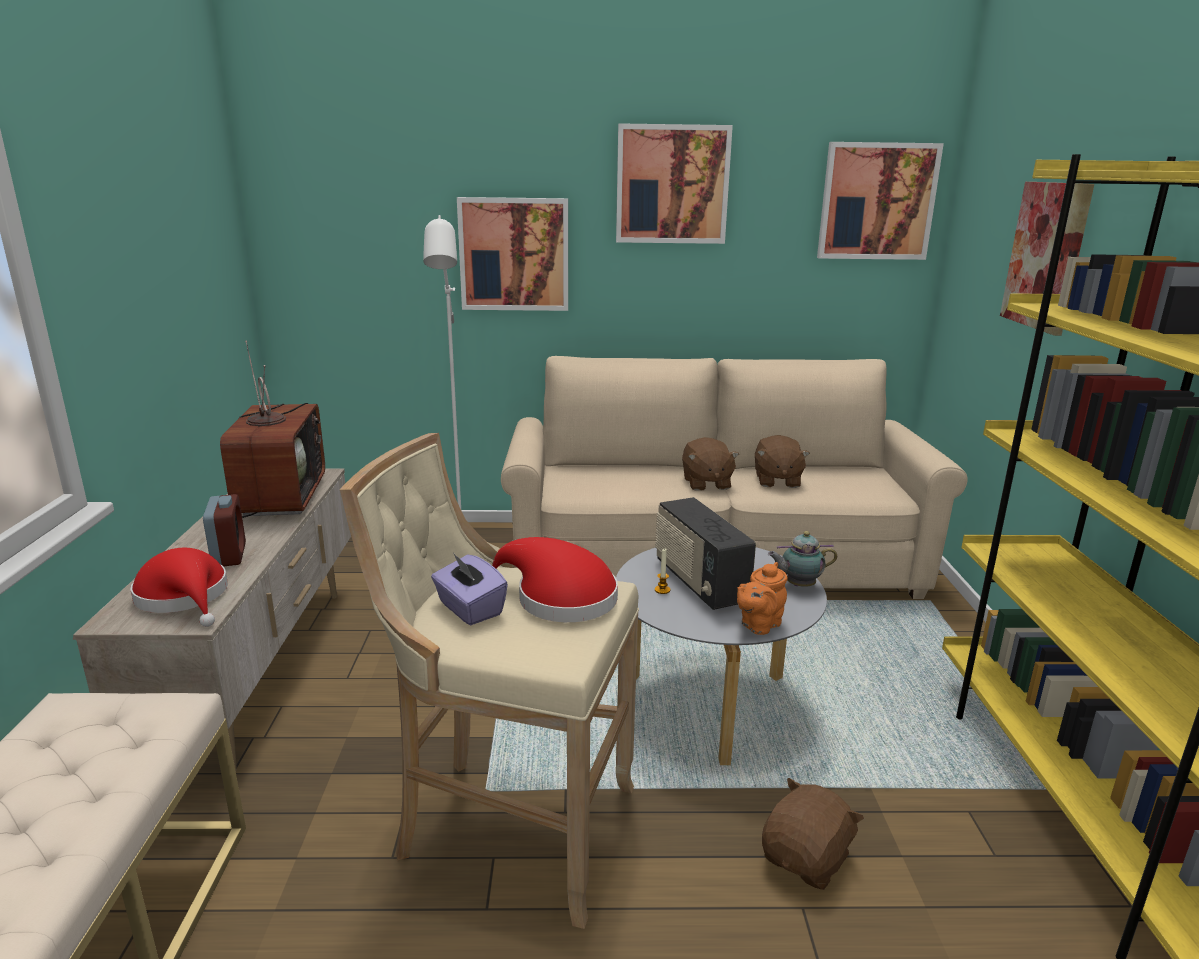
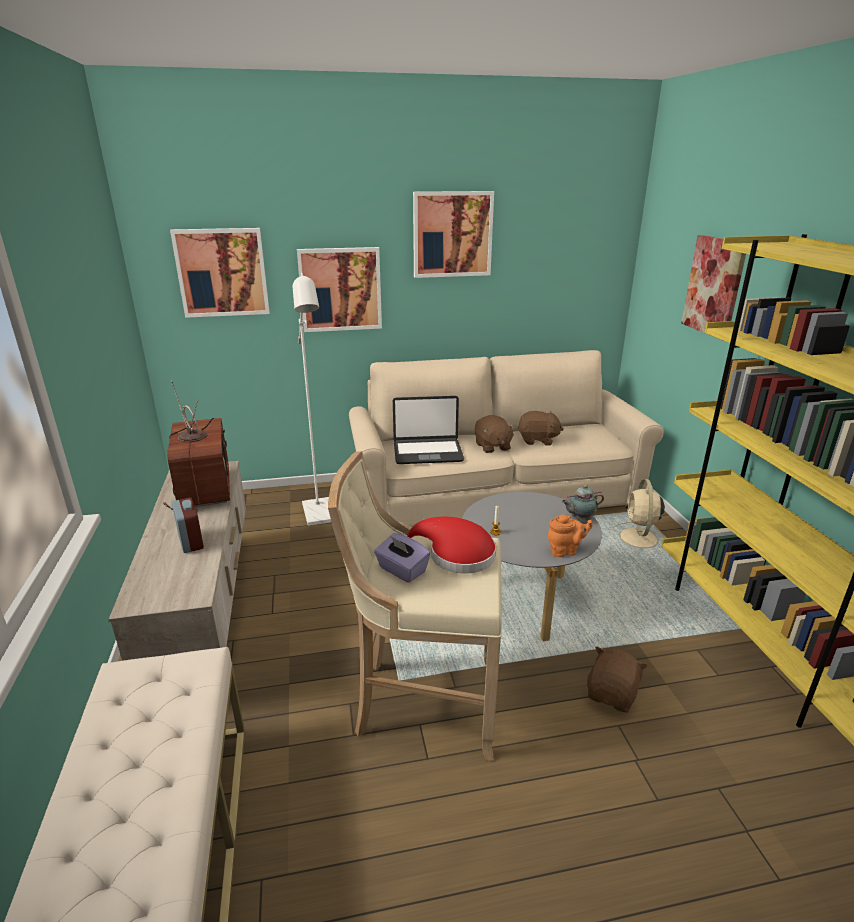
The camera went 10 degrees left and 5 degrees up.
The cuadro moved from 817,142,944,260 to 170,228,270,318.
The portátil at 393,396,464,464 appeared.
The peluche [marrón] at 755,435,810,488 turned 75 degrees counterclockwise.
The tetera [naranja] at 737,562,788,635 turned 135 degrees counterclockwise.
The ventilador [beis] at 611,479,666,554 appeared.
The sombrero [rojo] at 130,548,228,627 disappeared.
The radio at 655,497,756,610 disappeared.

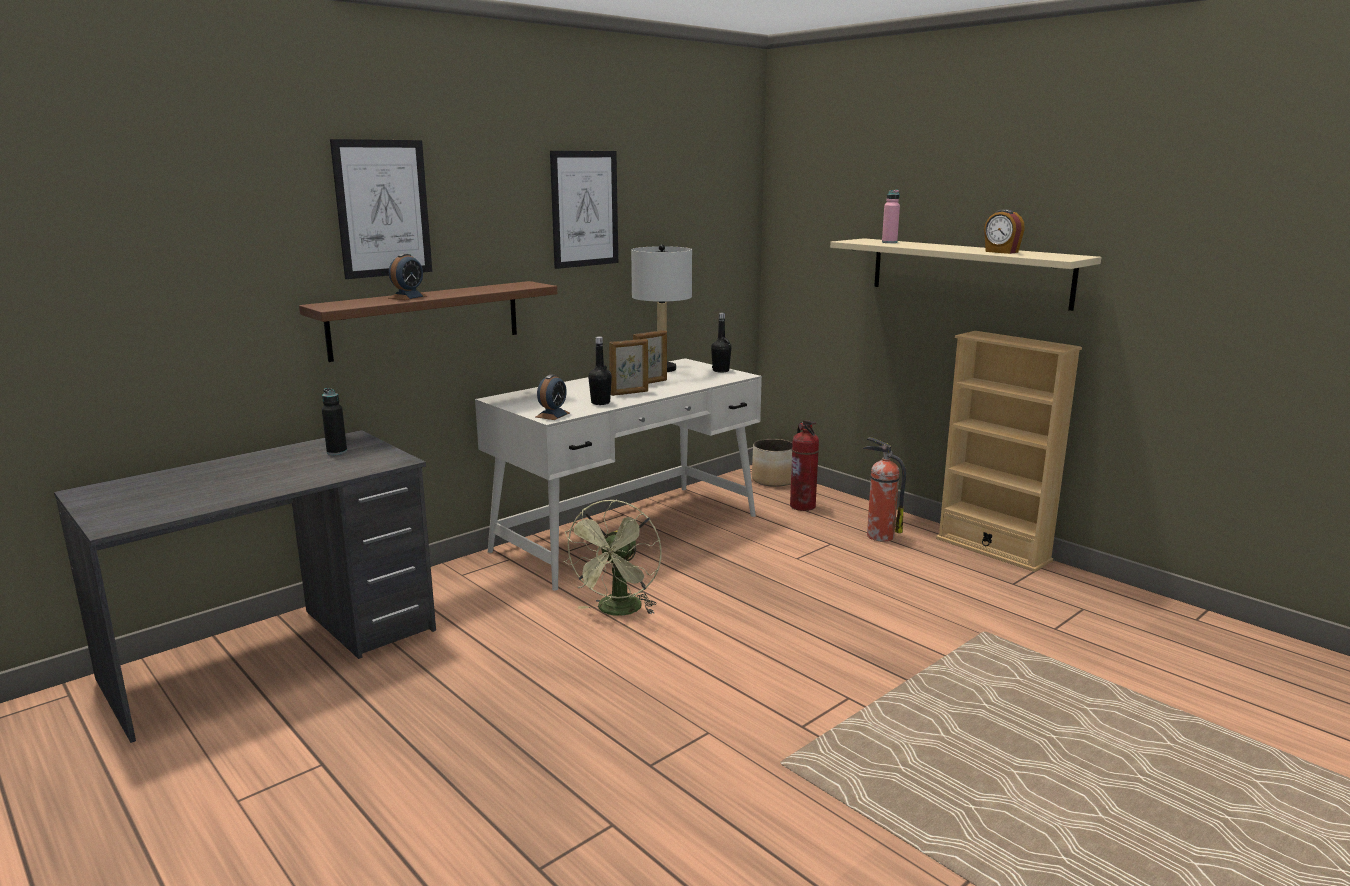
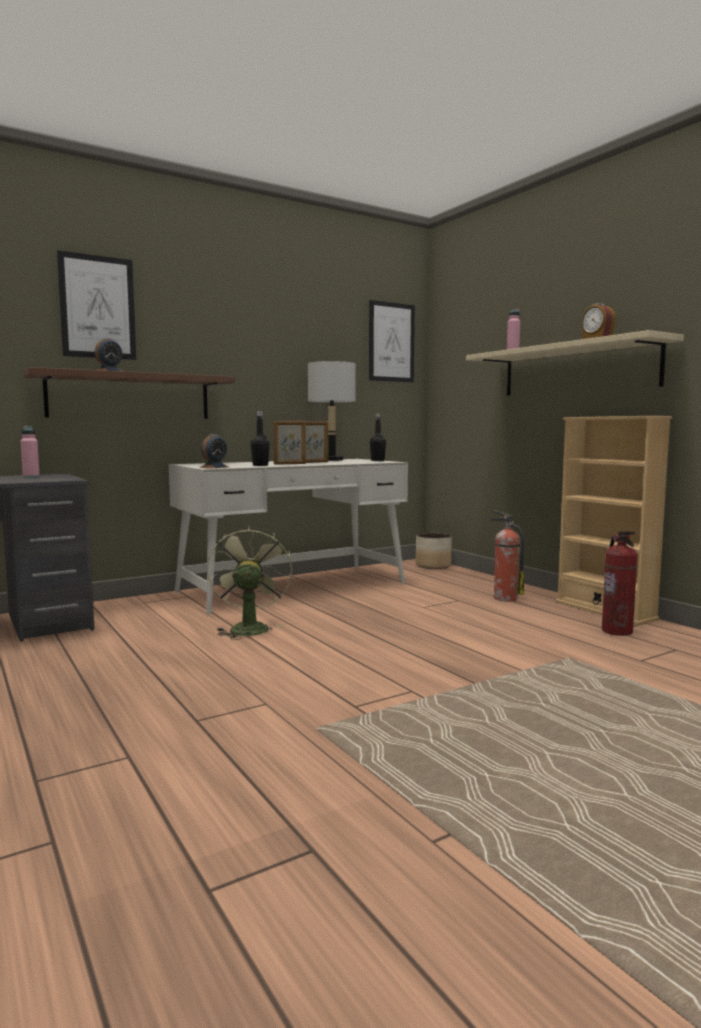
The camera went 10 degrees right and 10 degrees down.
The botella [negro] at 322,388,347,455 became the botella [rosa] at 21,426,40,478.
The ventilador [verde] at 563,499,661,616 turned 150 degrees clockwise.
The cuadro moved from 550,151,618,269 to 369,300,415,382.
The extintor moved from 790,420,819,511 to 602,532,637,636.

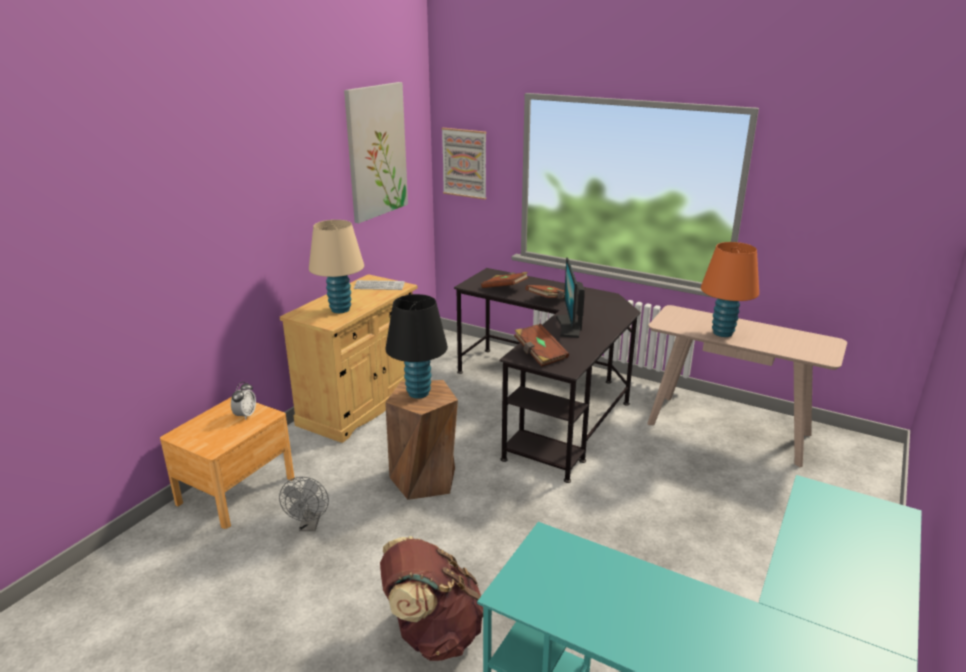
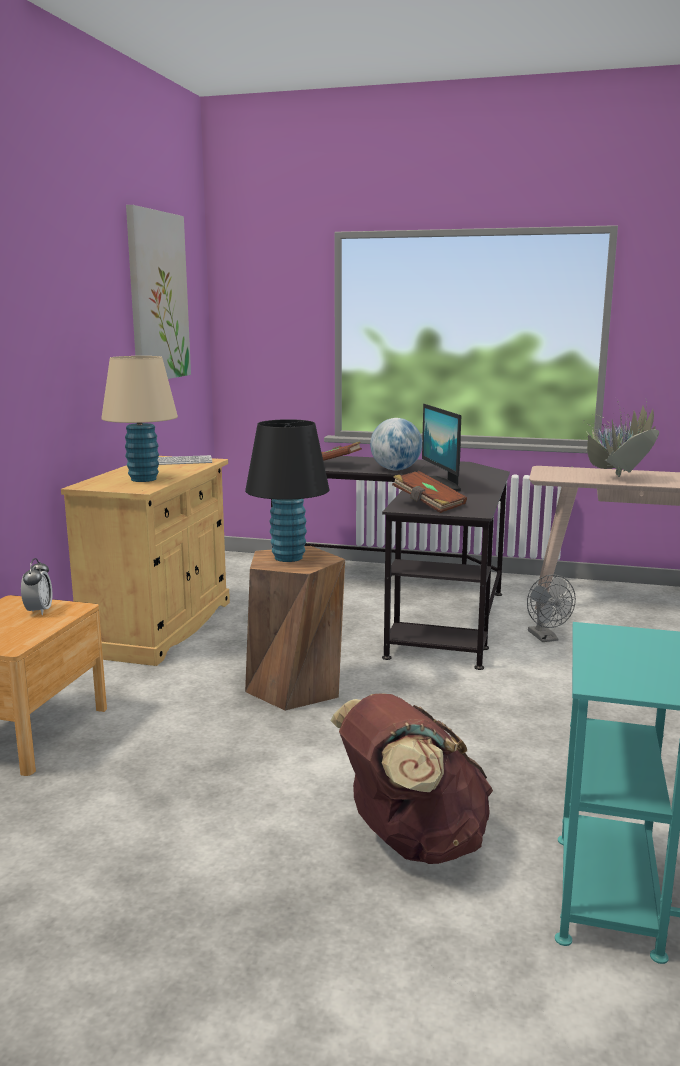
The camera went 15 degrees left and 10 degrees down.
The libro [marrón] at 525,285,565,299 was replaced by the globo terráqueo at 370,418,422,470.
The ventilador [gris] moved from 279,477,329,531 to 527,574,576,642.
The lámpara de mesa [naranja] at 701,242,759,337 was replaced by the planta en maceta at 572,401,659,476.
The cuadro at 441,128,487,200 disappeared.

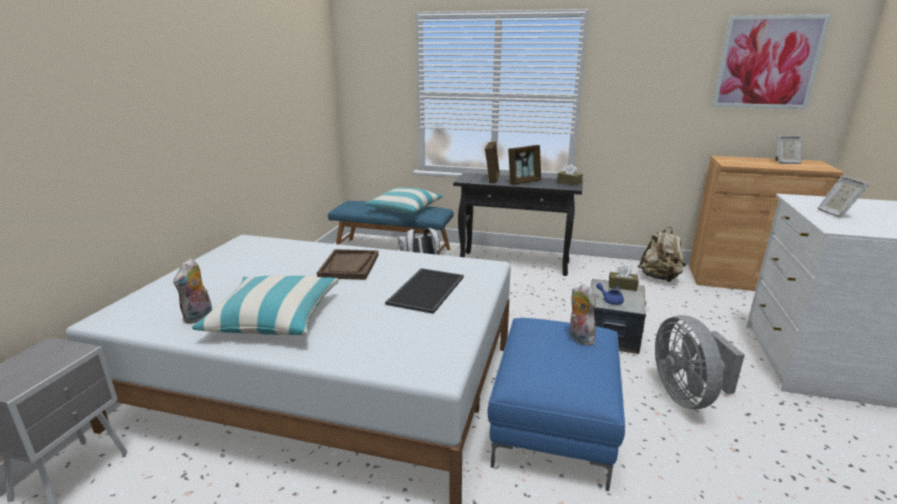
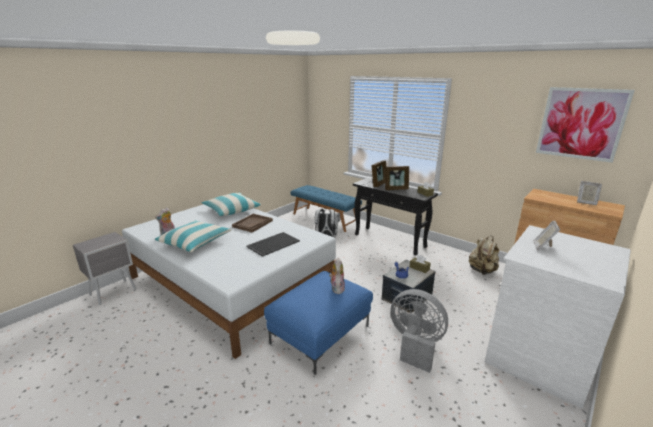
The camera went 25 degrees right and 0 degrees up.
The cojín moved from 365,188,443,213 to 202,193,261,216.
The ventilador [gris] at 655,315,745,409 turned 105 degrees clockwise.

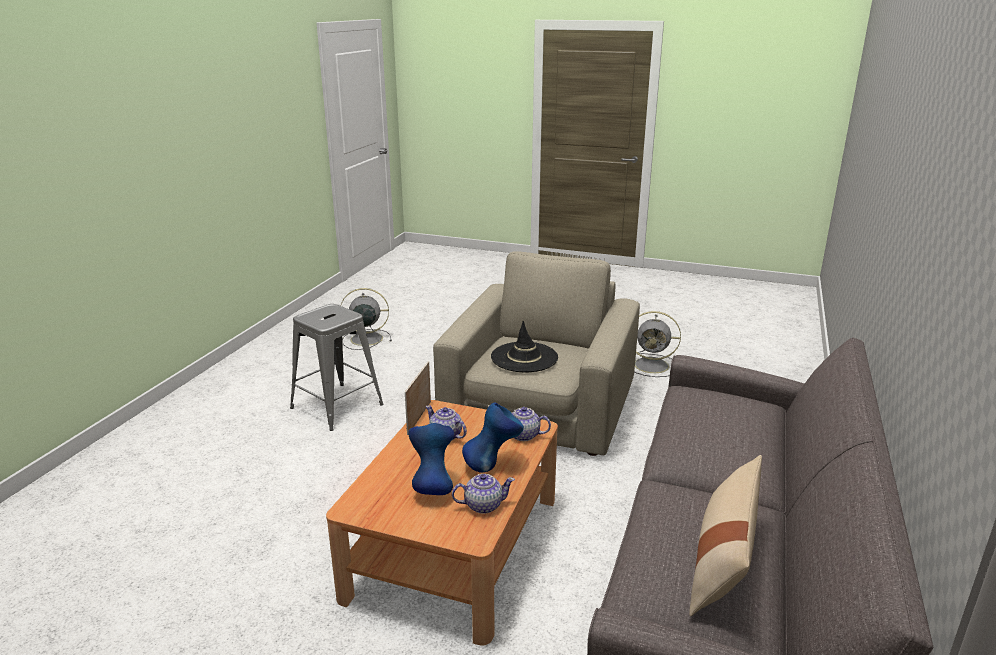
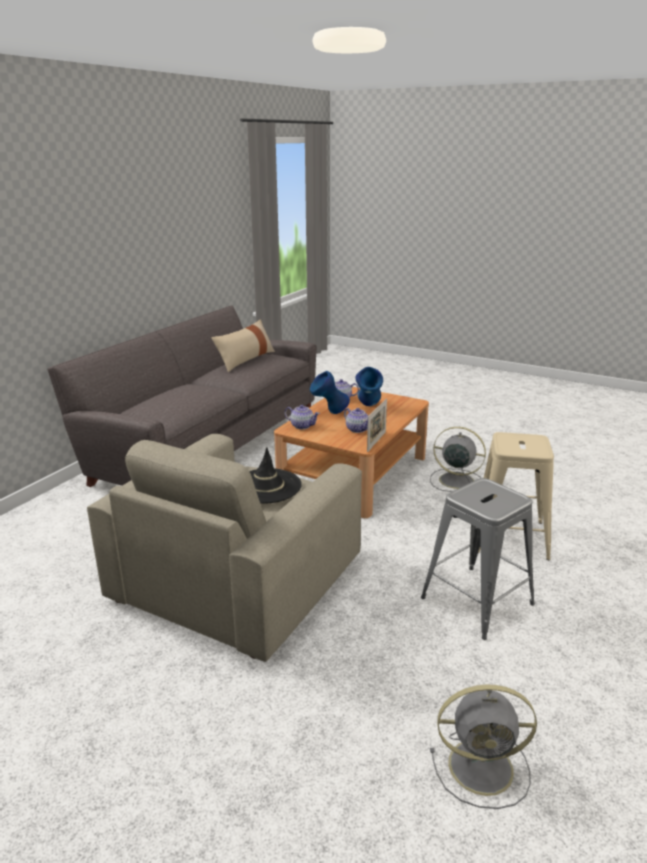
The camera went 170 degrees left and 0 degrees up.
The ventilador [gris] moved from 635,311,681,377 to 430,427,486,492.
The taburete [beis] at 478,432,554,560 appeared.

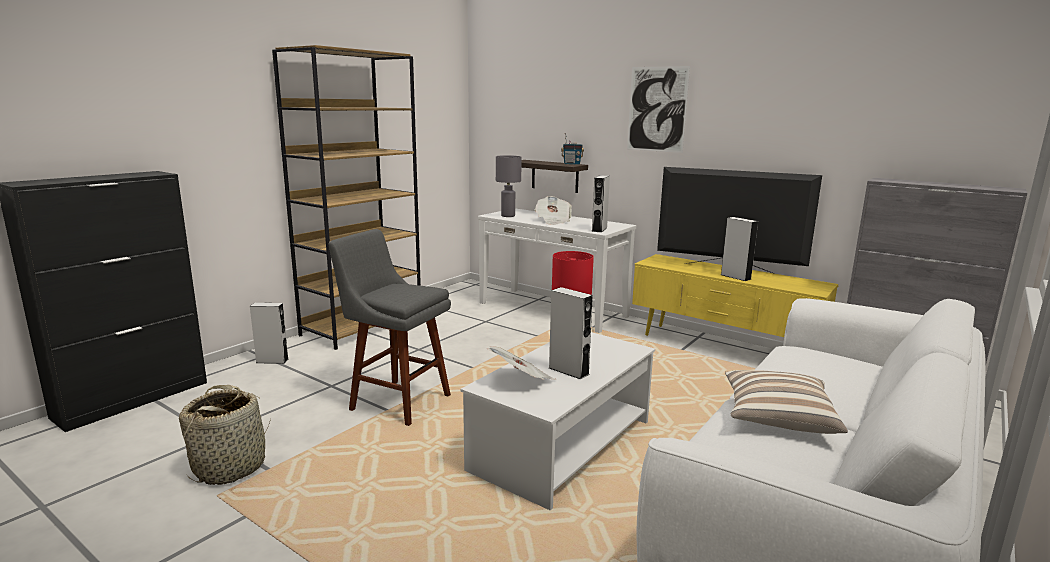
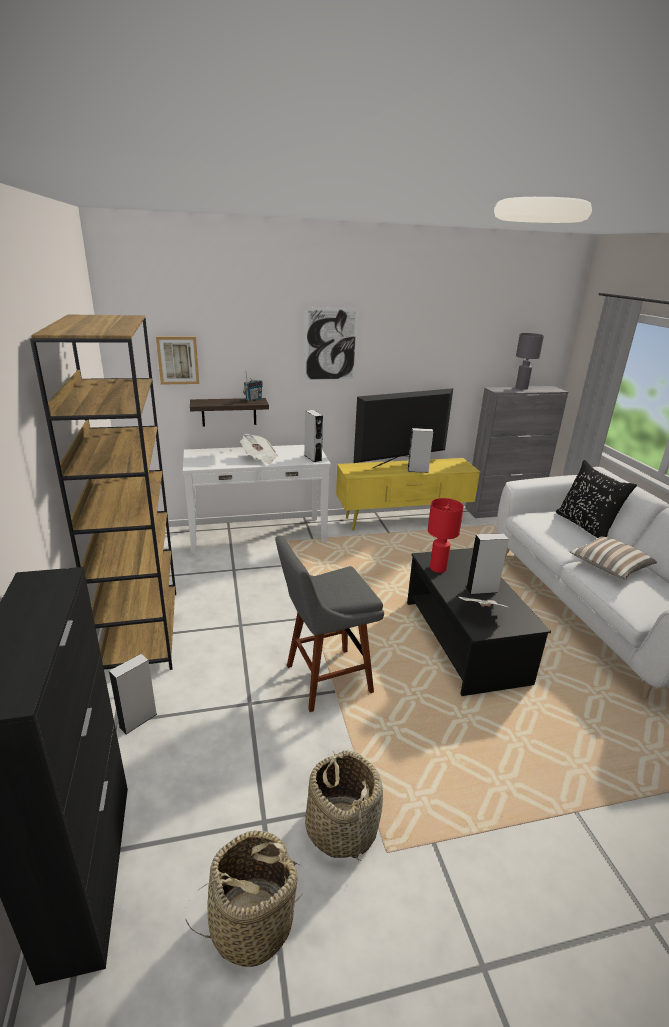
The camera went 50 degrees left and 10 degrees up.
The cuadro at 156,336,199,385 appeared.
The cesta at 185,831,304,967 appeared.
The mesa de centro [blanco] at 460,332,655,510 became the mesa de centro [negro] at 407,548,551,696.
The lámpara de mesa [gris] moved from 496,155,522,217 to 515,333,544,390.
The cojín [negro] at 556,460,637,538 appeared.

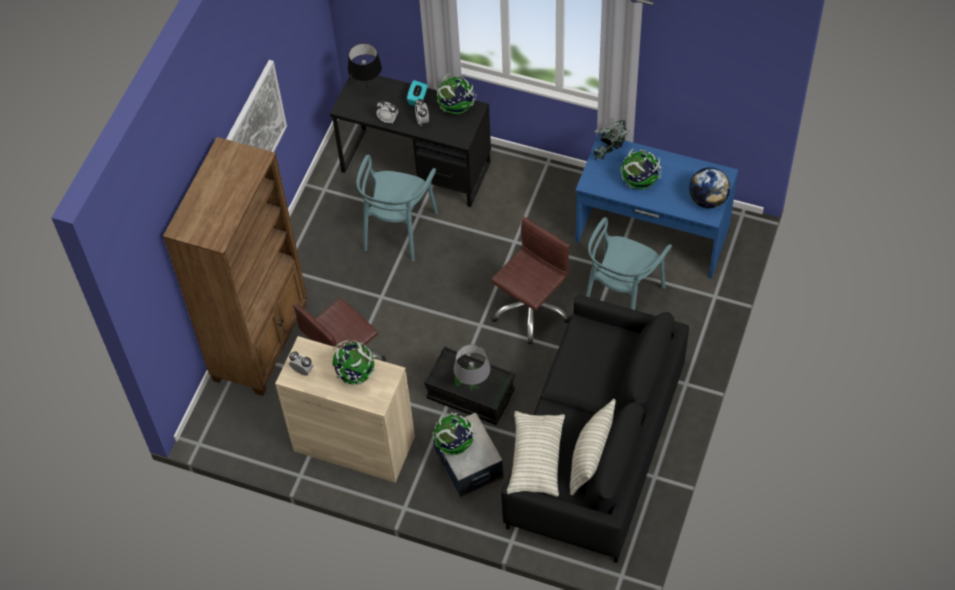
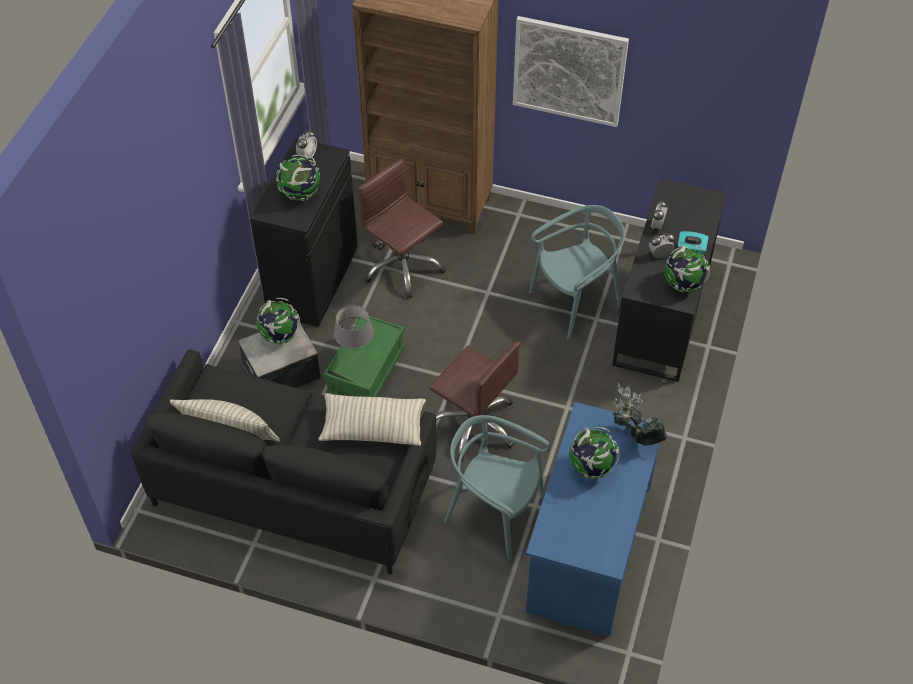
The camera went 85 degrees right and 5 degrees down.
The armario [beis] at 275,336,415,483 became the armario [negro] at 250,138,358,327.
The cojín moved from 507,411,565,497 to 319,393,426,446.
The caja de almacenaje [negro] at 424,346,515,425 became the caja de almacenaje [verde] at 323,316,404,397.
The silla [turquesa] at 357,155,438,261 turned 135 degrees clockwise.
The lámpara de mesa [negro] at 348,43,382,88 disappeared.
The globo terráqueo at 689,167,731,208 disappeared.

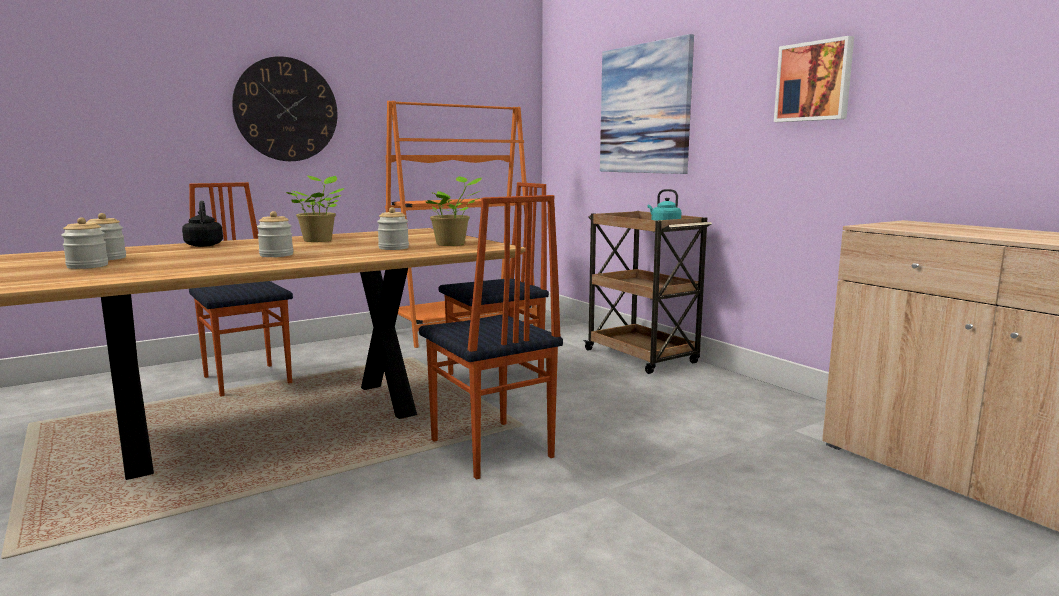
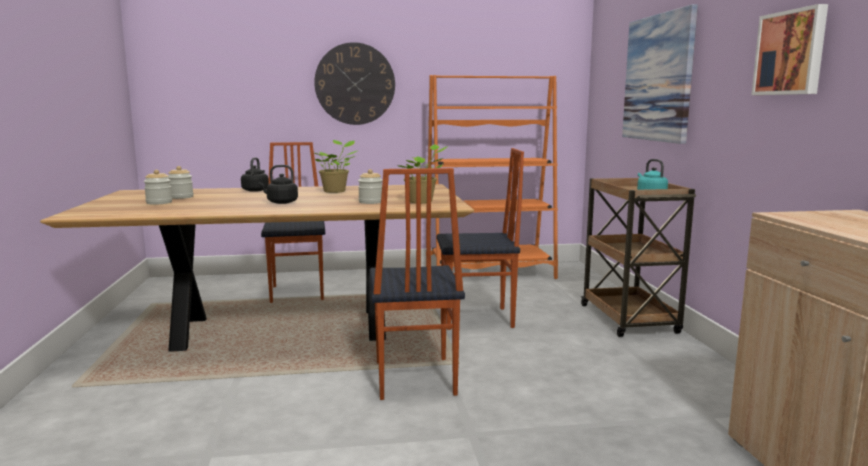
The camera went 25 degrees right and 0 degrees up.
The tarro at 257,211,293,257 was replaced by the hervidor [negro] at 259,165,298,204.

